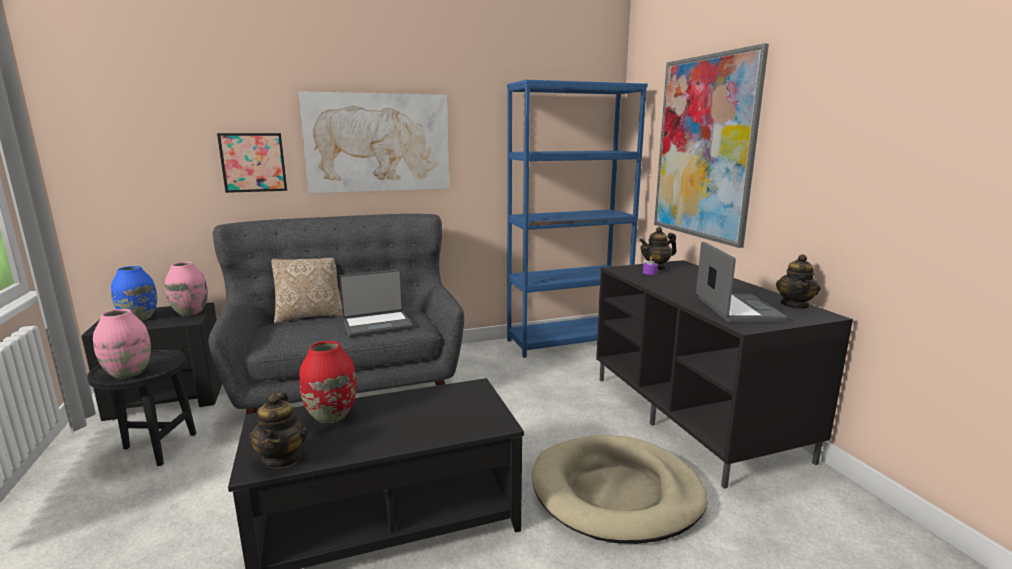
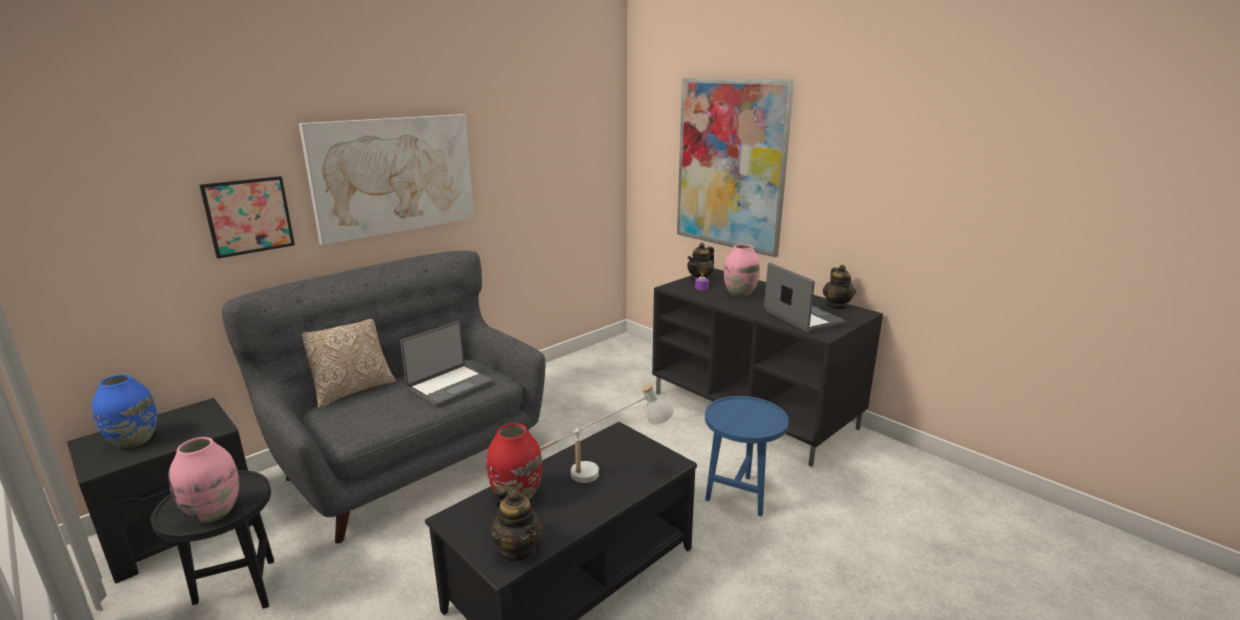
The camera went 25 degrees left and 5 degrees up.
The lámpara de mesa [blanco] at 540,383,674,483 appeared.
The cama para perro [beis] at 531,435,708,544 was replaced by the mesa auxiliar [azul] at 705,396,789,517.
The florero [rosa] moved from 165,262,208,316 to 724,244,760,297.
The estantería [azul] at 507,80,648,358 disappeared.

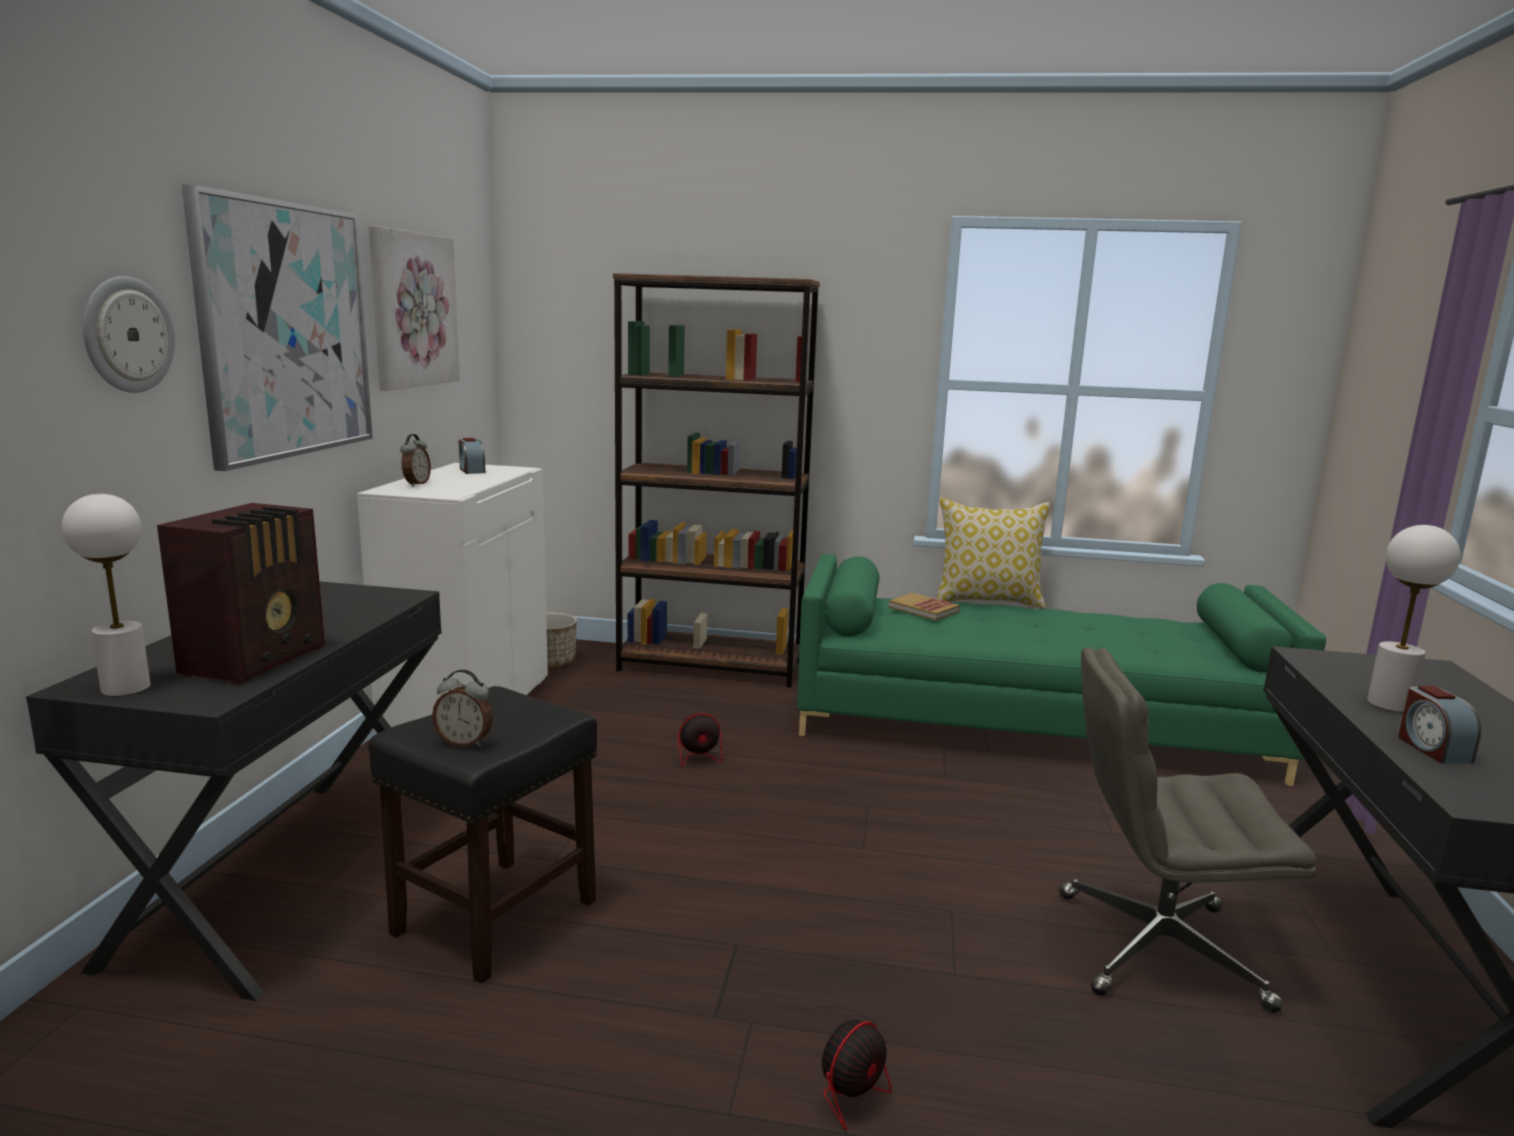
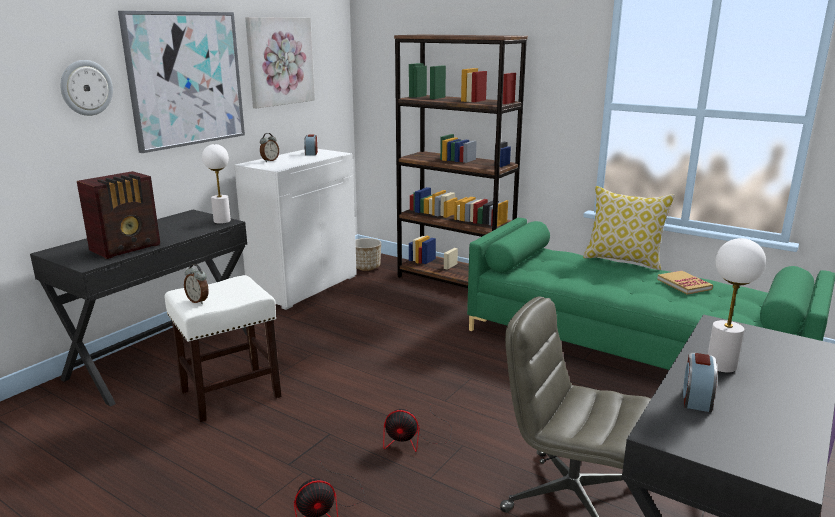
The camera went 25 degrees right and 5 degrees up.
The taburete [negro] at 369,686,597,984 became the taburete [blanco] at 164,275,281,422.
The lámpara de mesa [blanco] moved from 62,494,150,696 to 202,144,231,224.
The ventilador moved from 678,713,750,766 to 383,405,452,452.
The libro moved from 888,593,960,621 to 657,271,713,295.

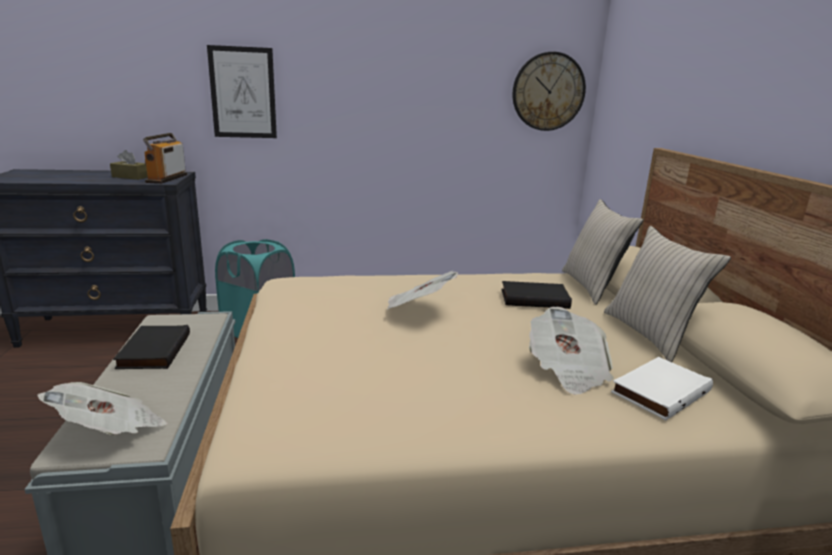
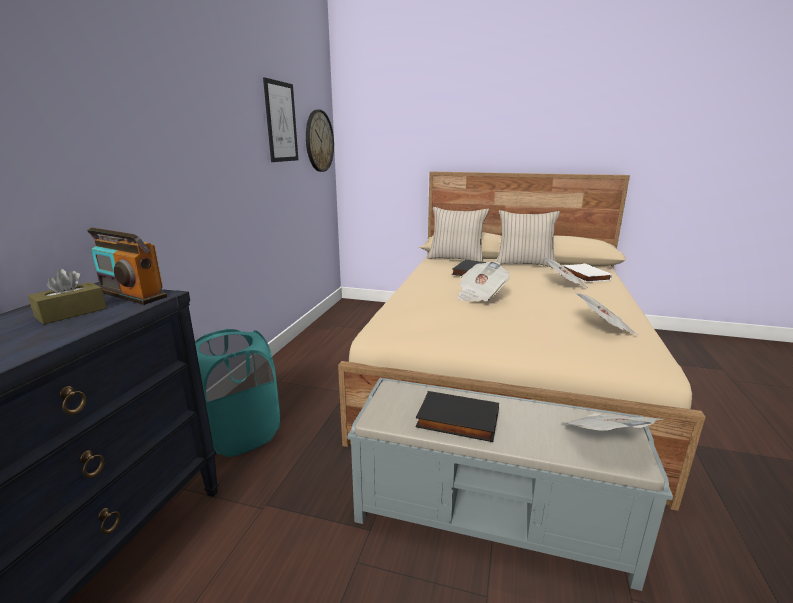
The camera went 65 degrees left and 0 degrees up.
The cuadro moved from 207,45,277,138 to 263,77,298,162.
The periódico at 575,293,639,335 appeared.

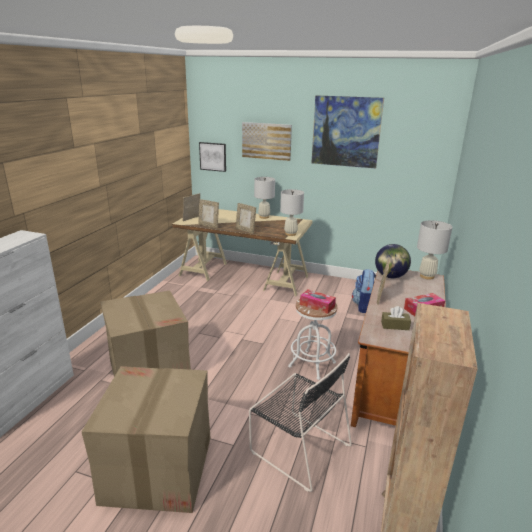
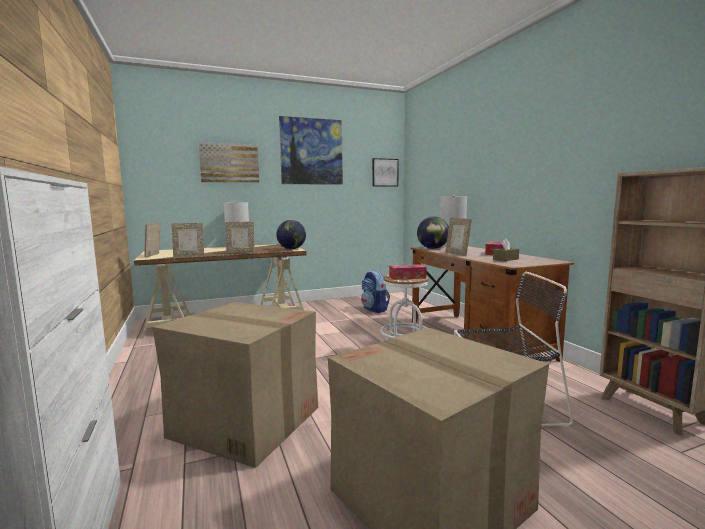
The camera went 40 degrees left and 15 degrees down.
The lámpara de mesa [blanco] at 280,189,304,236 was replaced by the globo terráqueo at 276,220,306,249.
The cuadro moved from 199,142,226,172 to 372,158,399,187.

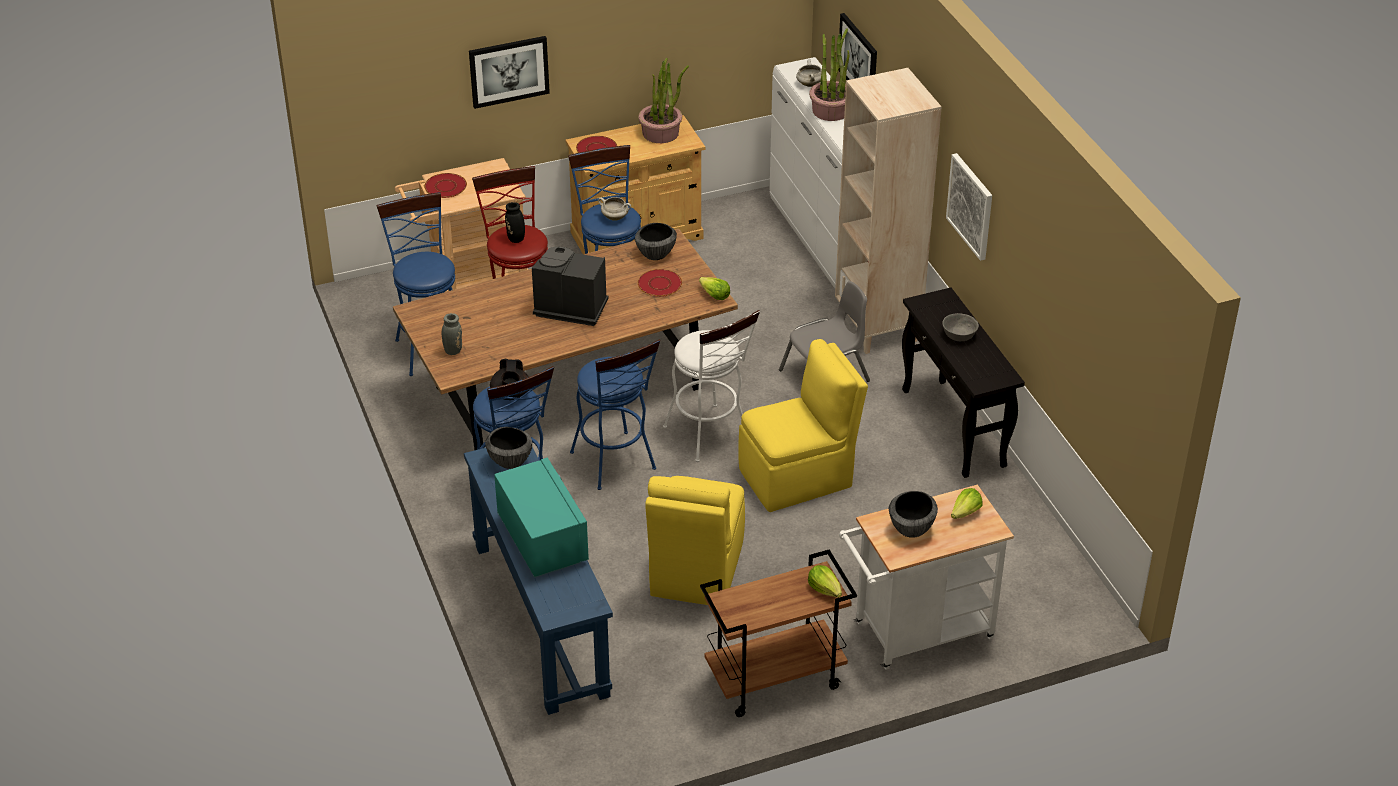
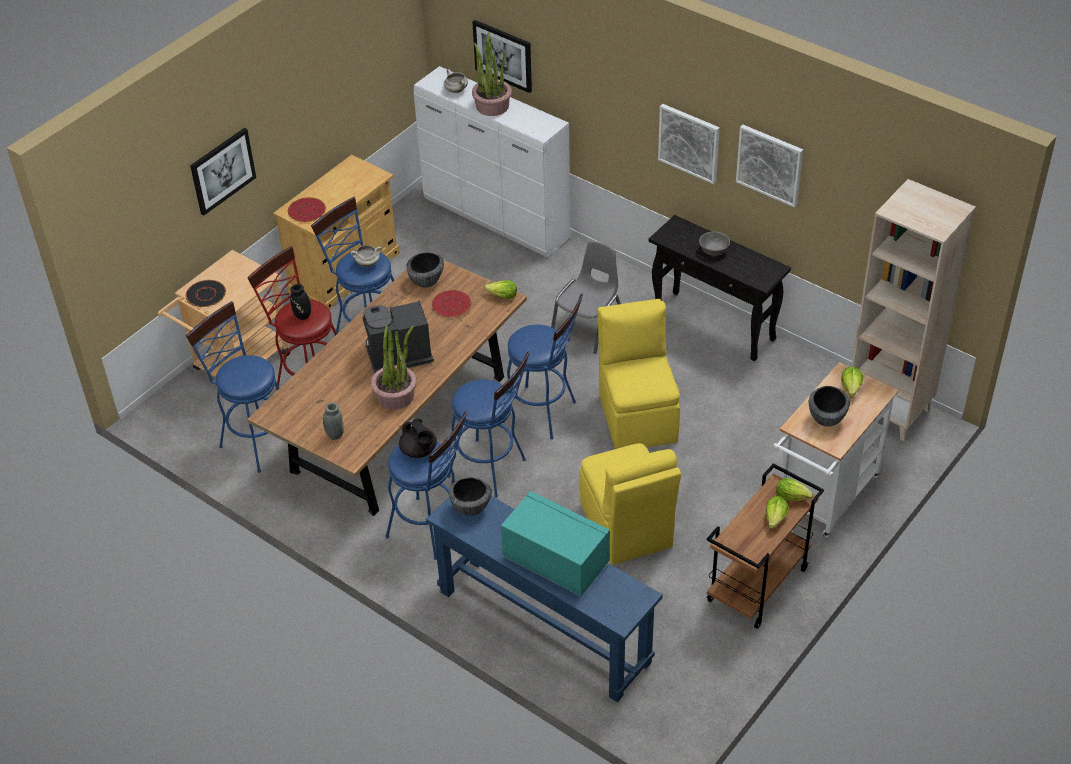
The camera went 30 degrees left and 5 degrees up.
The plato [rojo] at 424,173,467,198 became the plato [negro] at 186,280,226,307.
The planta en maceta moved from 638,58,689,143 to 371,325,416,410.
The taburete [blanco] at 663,310,760,462 became the taburete [azul] at 503,293,583,439.
The silla [amarillo] at 738,339,868,512 turned 45 degrees counterclockwise.
The cuadro at 736,125,803,207 appeared.
The lechuga at 765,496,789,529 appeared.
The estantería [beis] moved from 835,68,942,354 to 851,179,976,441.

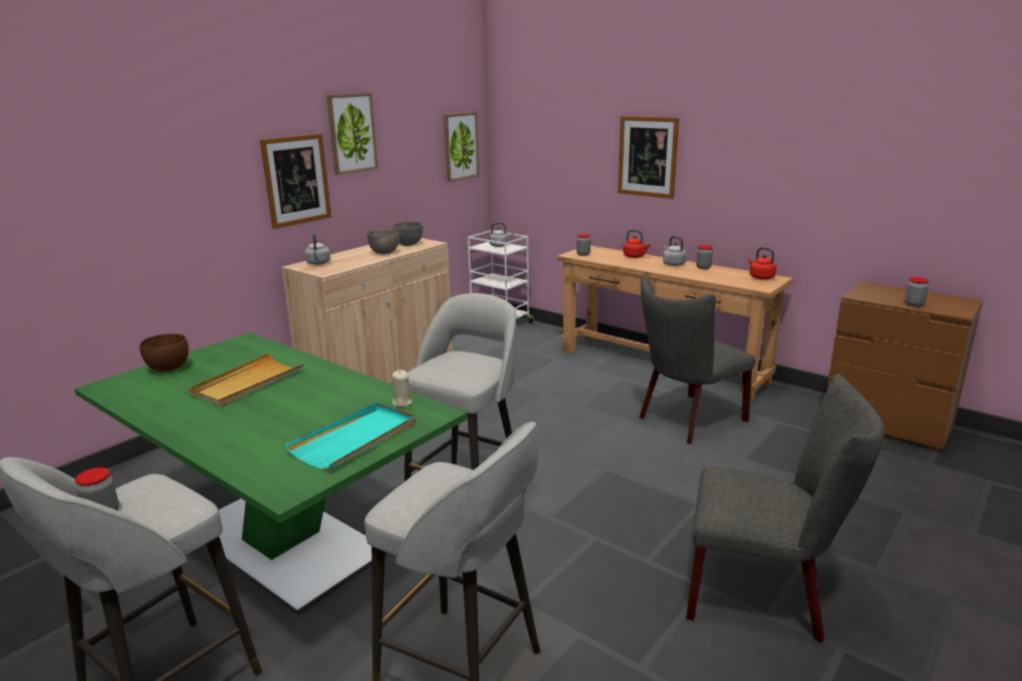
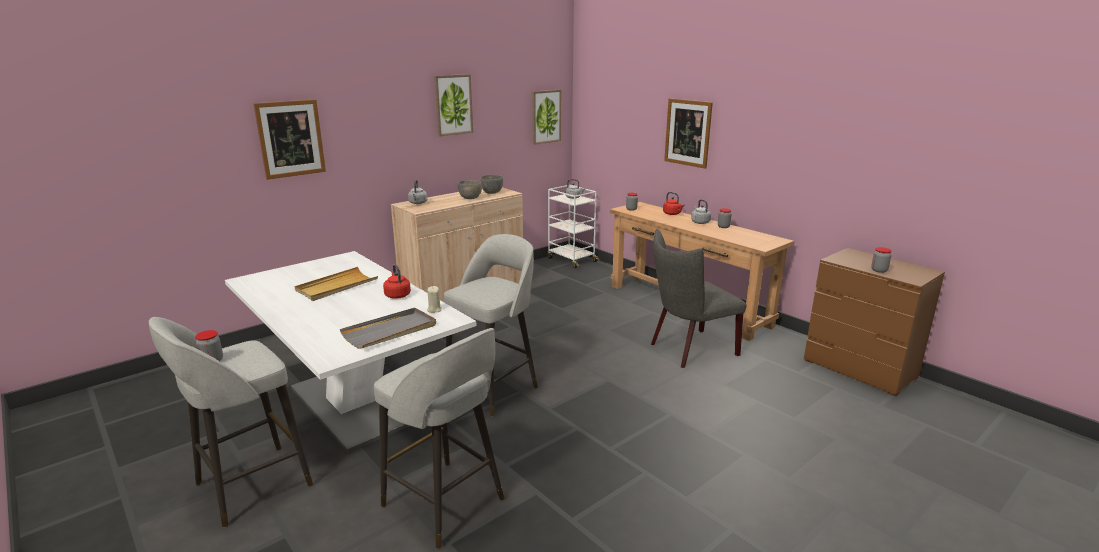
The camera went 10 degrees right and 0 degrees up.
The mesa de comedor [verde] at 74,332,467,615 became the mesa de comedor [blanco] at 225,251,477,453.
The cuadro moved from 260,133,331,229 to 254,99,326,180.
The bandeja [turquesa] at 285,402,416,470 became the bandeja [gris] at 340,308,436,349.
The hervidor [rojo] moved from 748,247,776,280 to 383,264,411,299.
The cuenco [marrón] at 139,334,189,372 disappeared.
The silla [gris] at 686,374,884,643 disappeared.

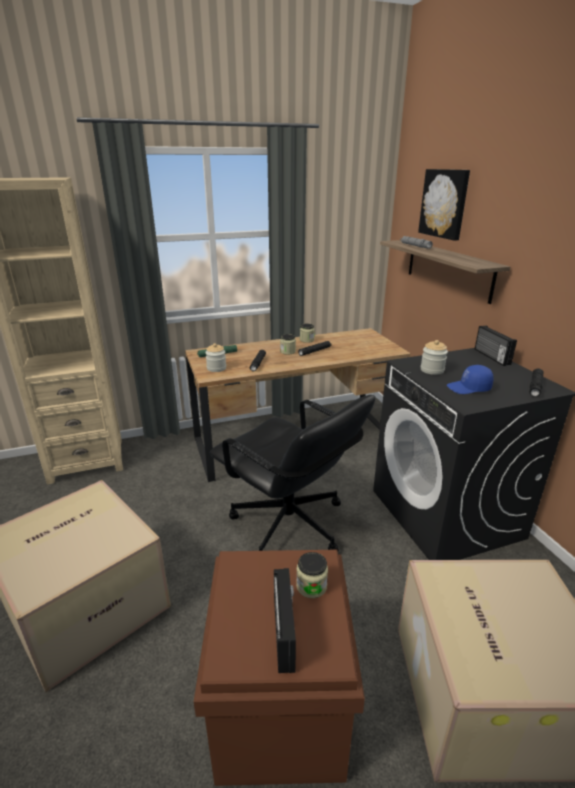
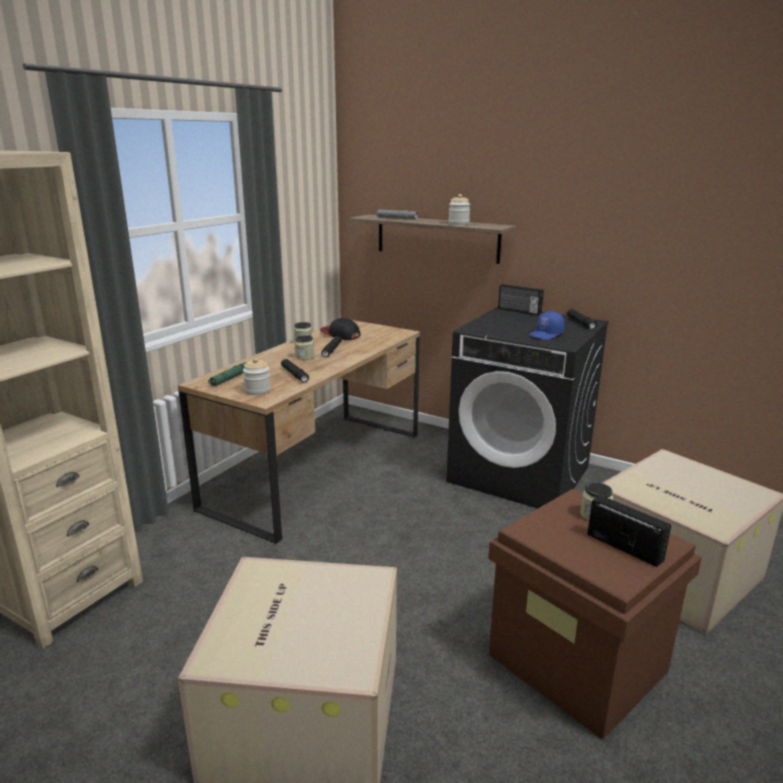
The camera went 40 degrees left and 5 degrees down.
The gorra at 320,318,360,340 appeared.
The tarro moved from 421,340,448,375 to 448,194,470,225.
The silla de oficina [negro] at 210,395,375,551 disappeared.
The cuadro at 418,169,470,241 disappeared.

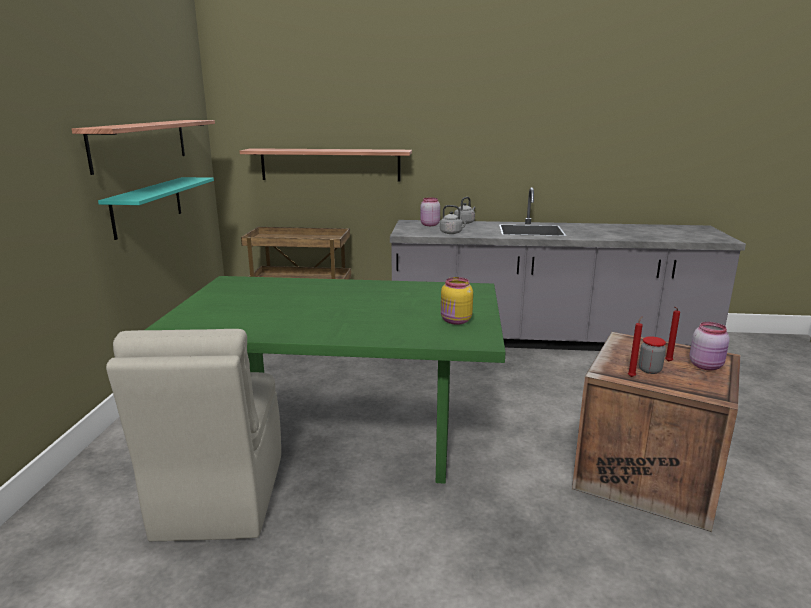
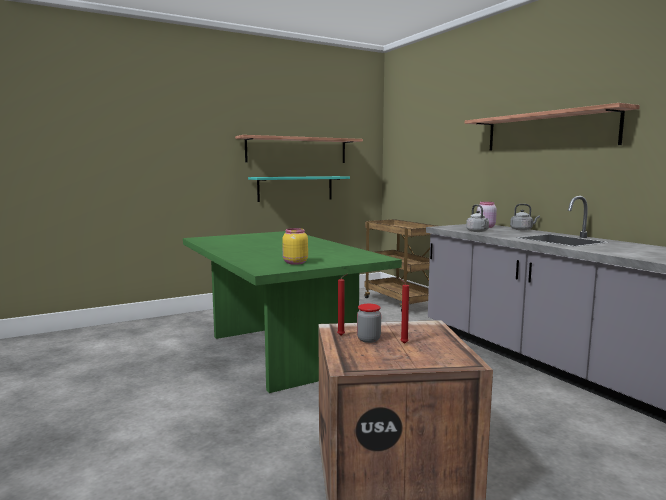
The camera went 55 degrees right and 10 degrees down.
The estante moved from 240,148,412,182 to 465,103,640,151.
The silla [beis] at 106,329,281,541 disappeared.
The tarro [rosa] at 689,322,730,370 disappeared.

